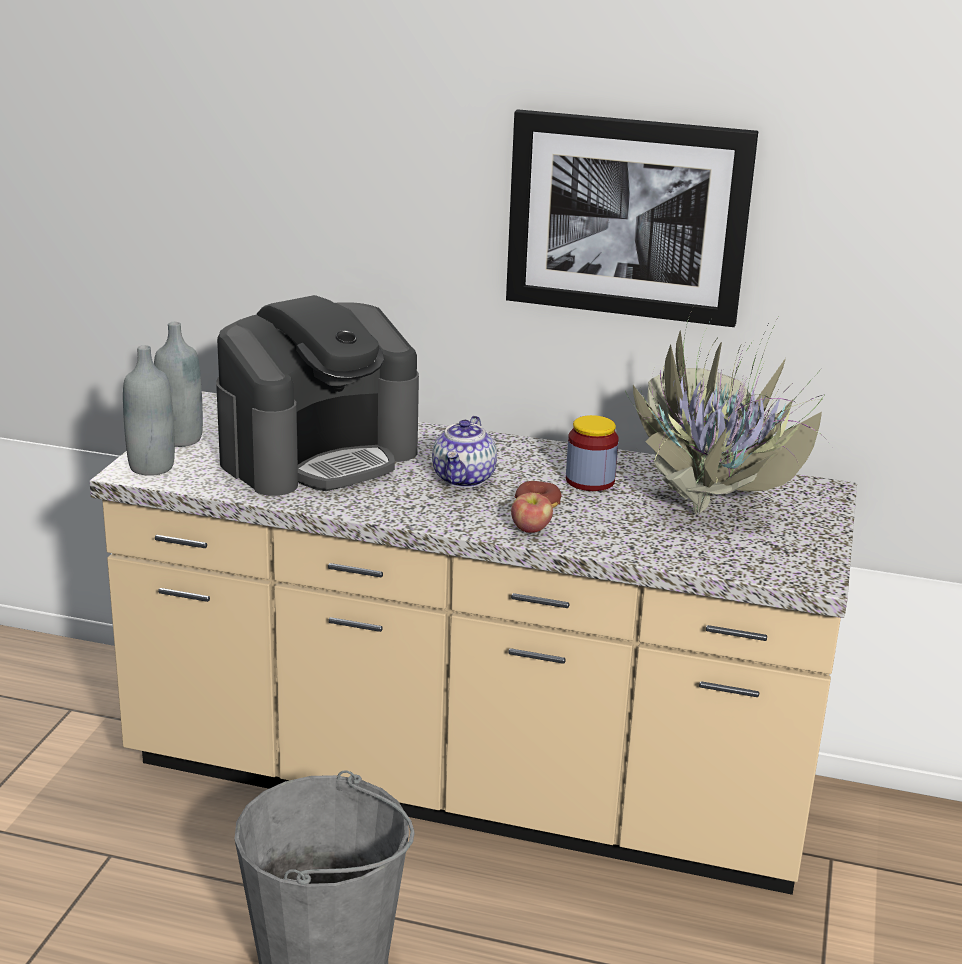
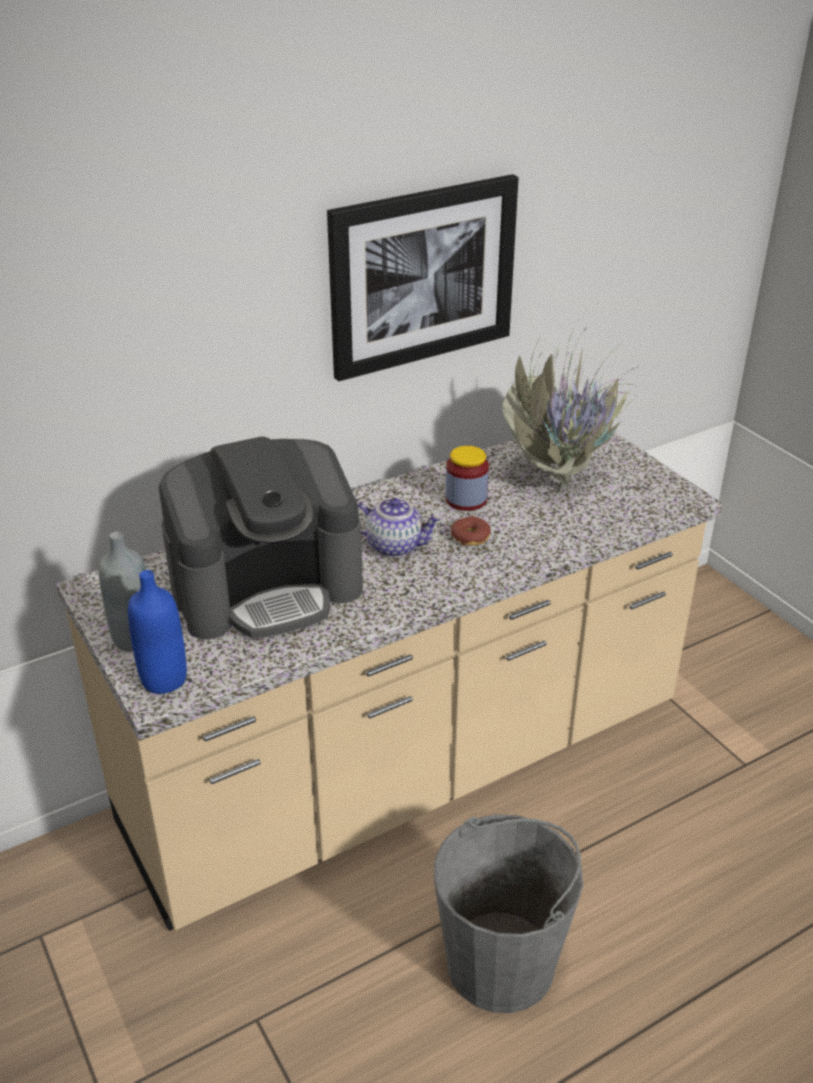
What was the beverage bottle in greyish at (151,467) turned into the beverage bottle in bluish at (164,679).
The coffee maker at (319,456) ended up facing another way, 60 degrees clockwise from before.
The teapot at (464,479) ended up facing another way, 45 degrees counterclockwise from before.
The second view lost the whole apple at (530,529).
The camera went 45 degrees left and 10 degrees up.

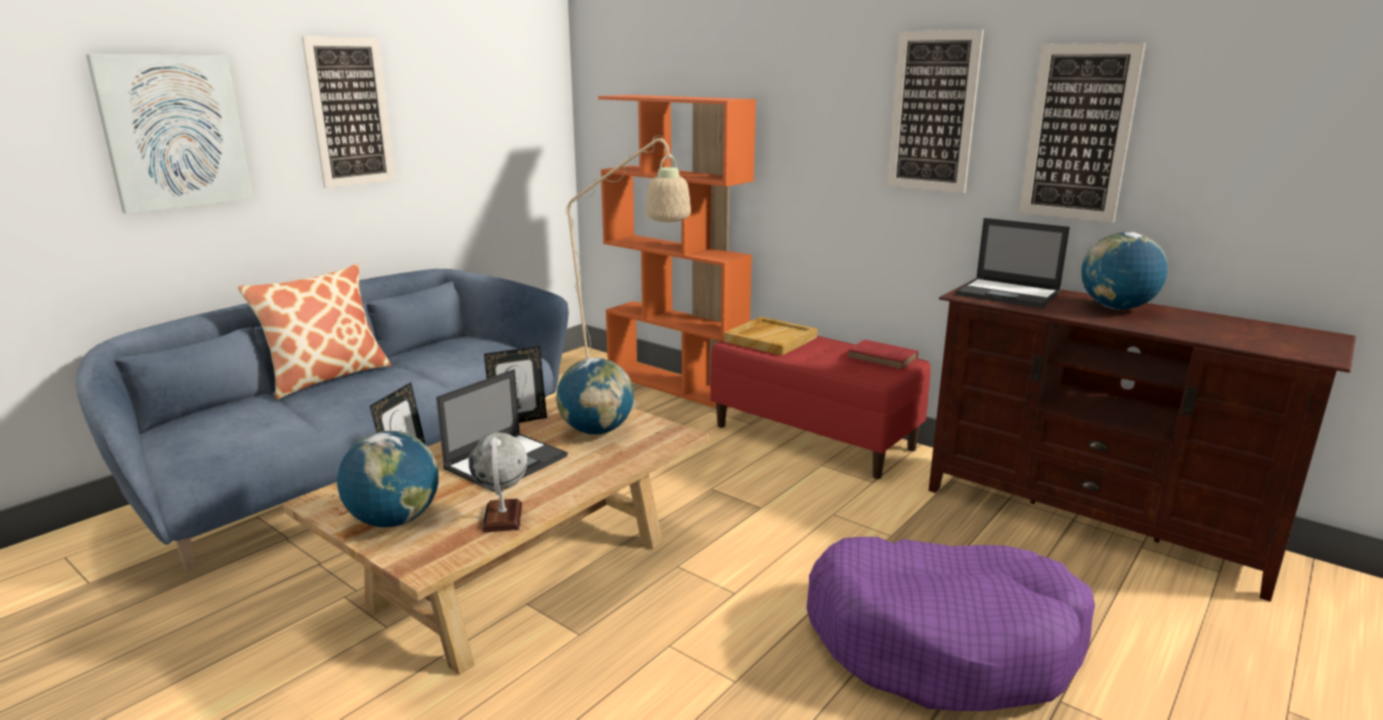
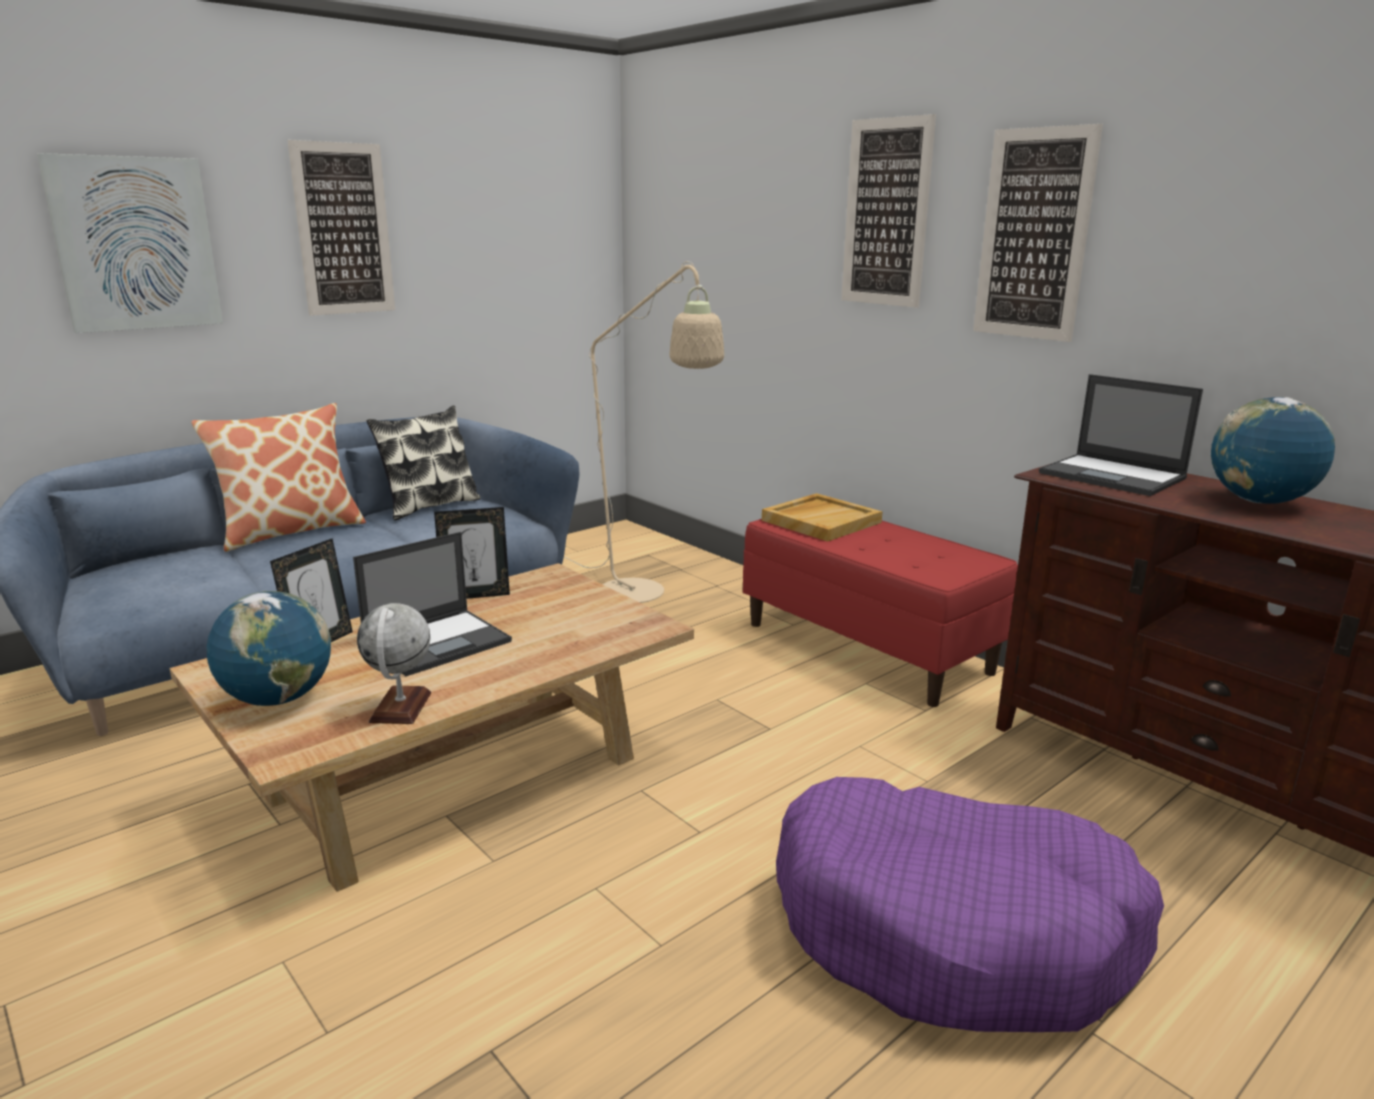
The second view lost the globe at (596,431).
The second view lost the shelving unit in orange-coloured at (676,385).
The second view lost the bound book in red at (883,359).
The picture ended up elsewhere, having gone from (1078,133) to (886,213).
The second view gained the pillow at (429,506).
The camera went 10 degrees right and 0 degrees up.

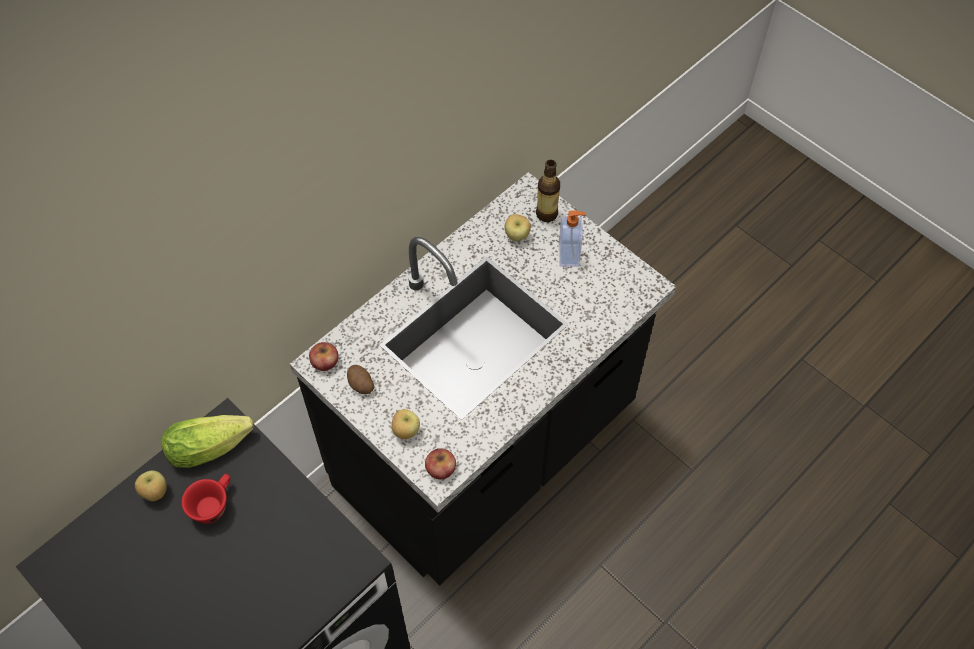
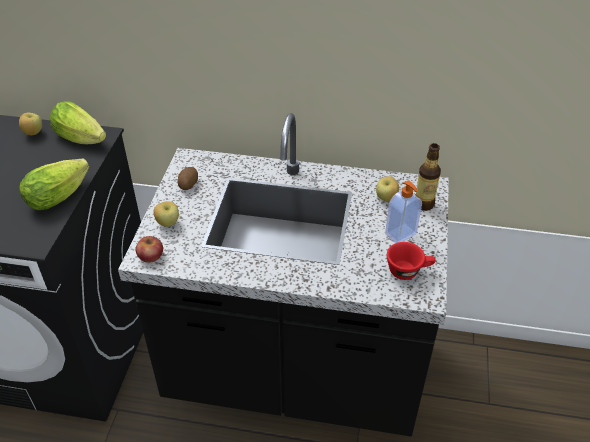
The cup in red ended up elsewhere, having gone from (213,504) to (408,270).
The second view lost the whole apple at (325,361).
The second view gained the head of lettuce at (61,194).
The camera went 55 degrees right and 15 degrees down.

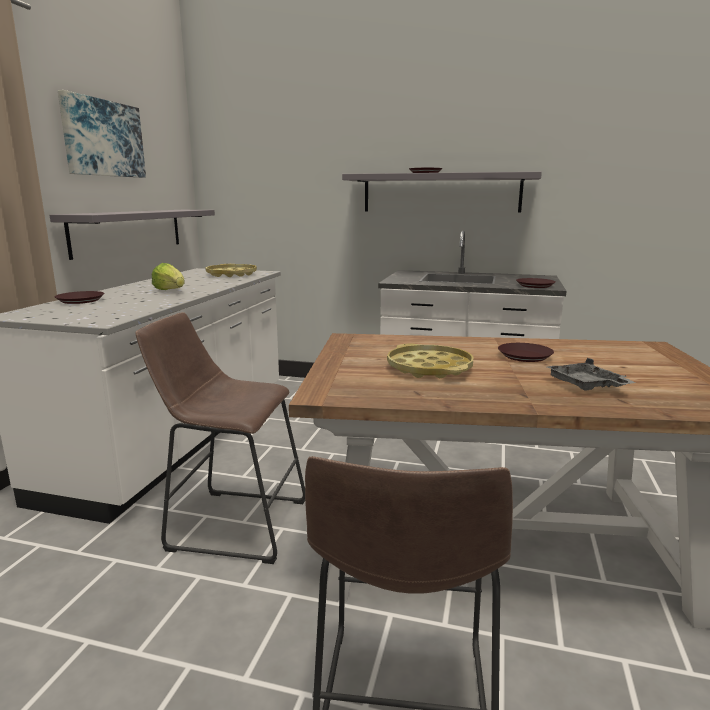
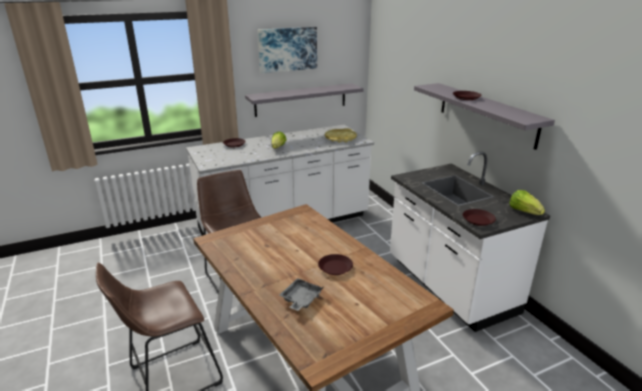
The second view lost the tray in yellow at (429,368).
The second view gained the head of lettuce at (524,211).
The camera went 50 degrees right and 10 degrees up.

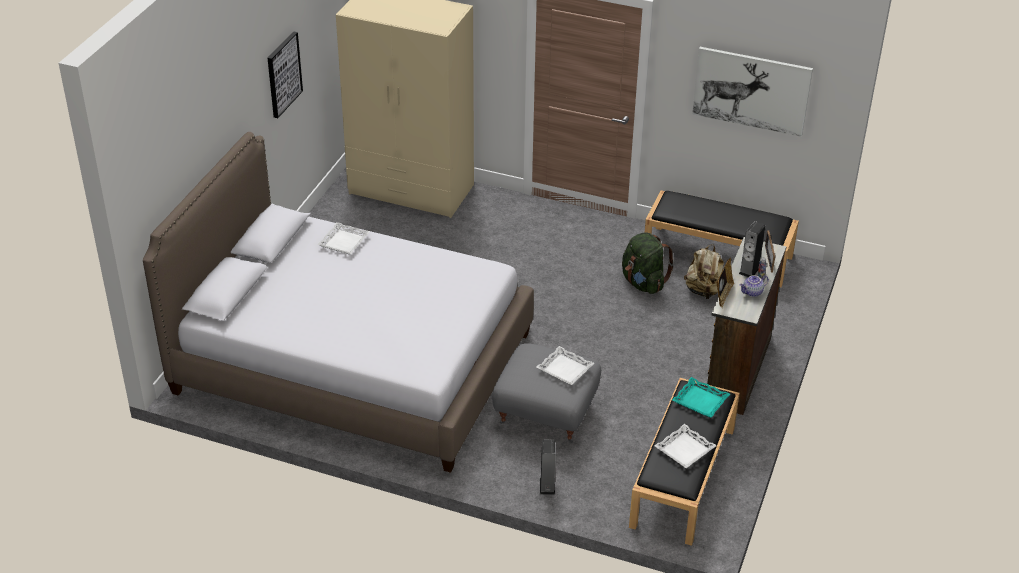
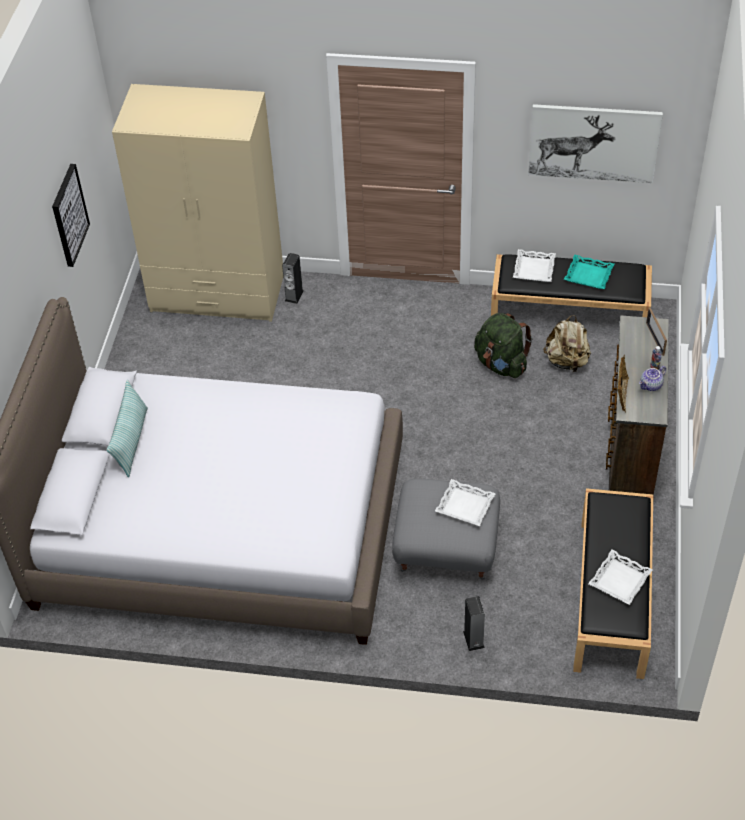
The tray in white ended up elsewhere, having gone from (343,242) to (533,269).
The tray in turquoise ended up elsewhere, having gone from (700,401) to (589,275).
The audio speaker ended up elsewhere, having gone from (749,270) to (294,295).
The second view gained the pillow at (131,441).
The camera went 10 degrees left and 10 degrees up.

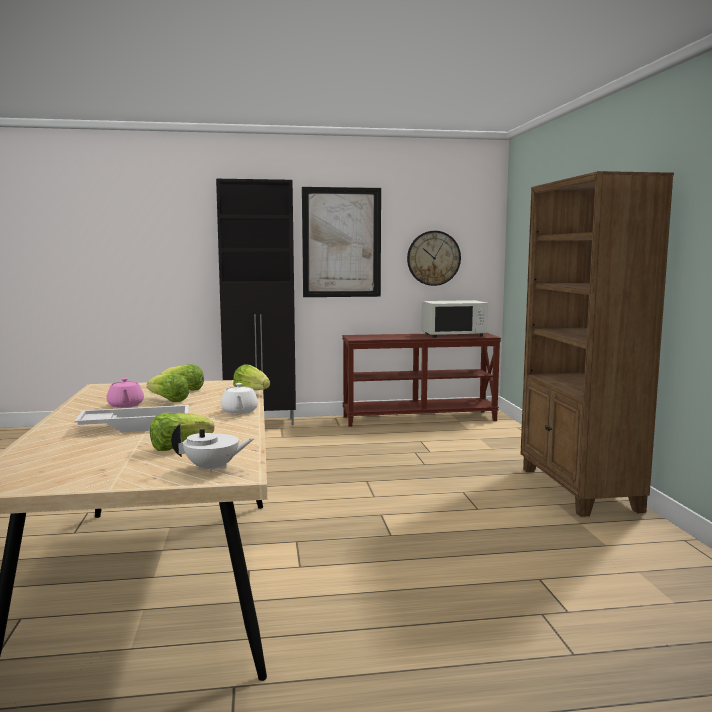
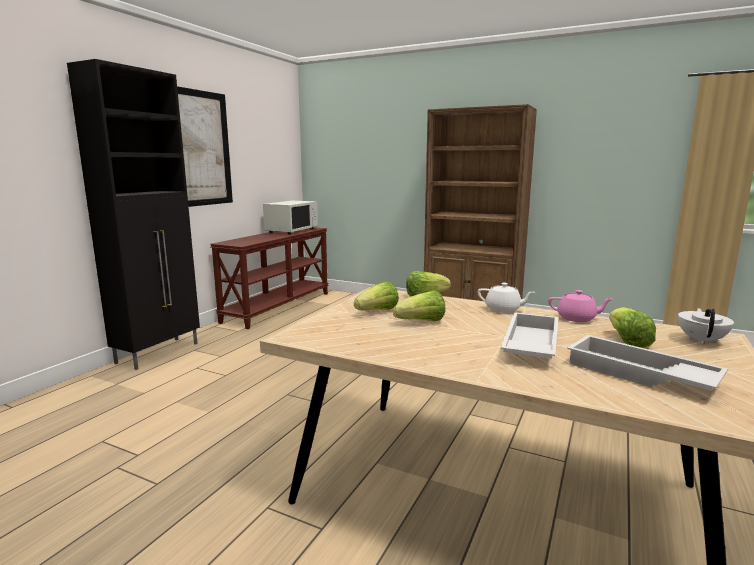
The teapot in pink ended up elsewhere, having gone from (125,405) to (577,318).
The second view lost the clock on the wall at (433,258).
The second view gained the tray in white at (638,374).
The camera went 55 degrees left and 5 degrees up.

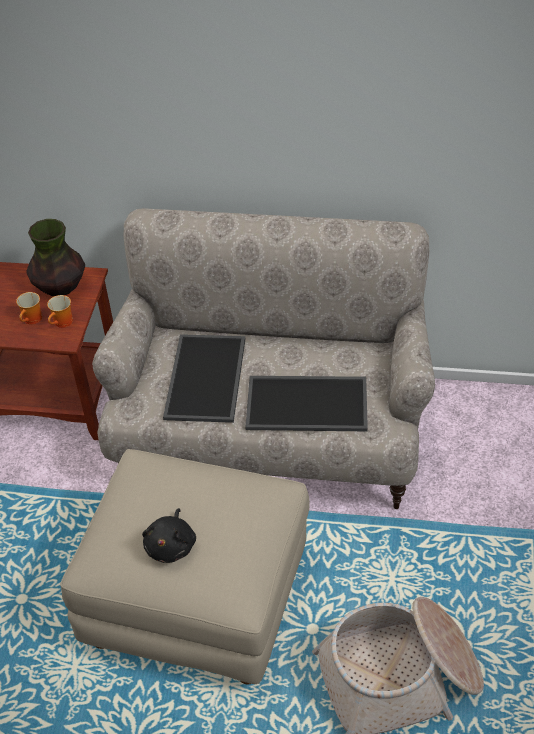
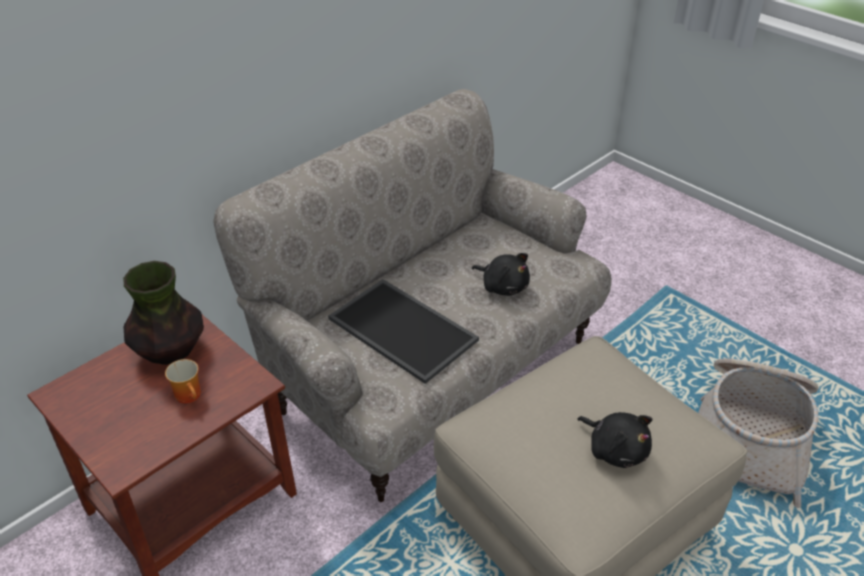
The second view lost the tea mug at (63,323).
Where the tray stood at (308,402), the plush toy in black came to stand at (503,286).
The camera went 55 degrees left and 5 degrees down.

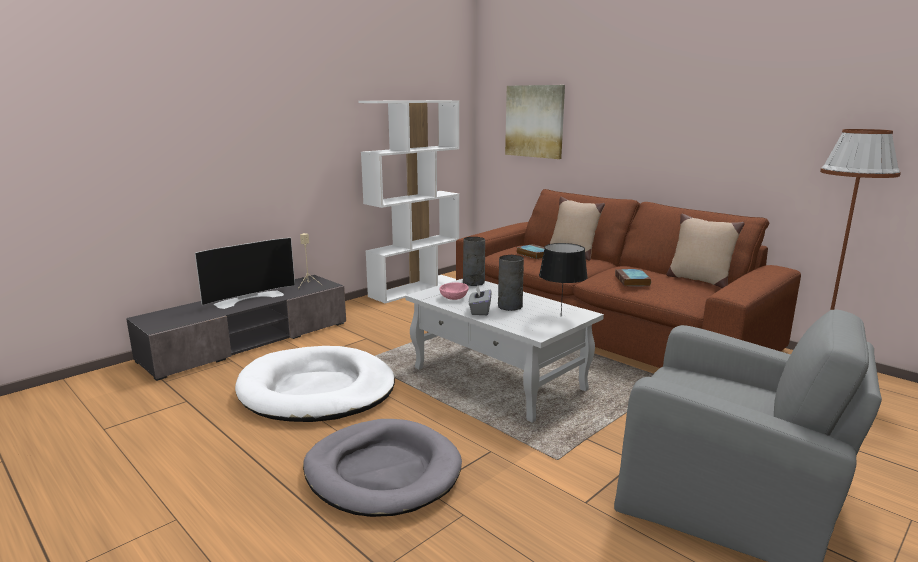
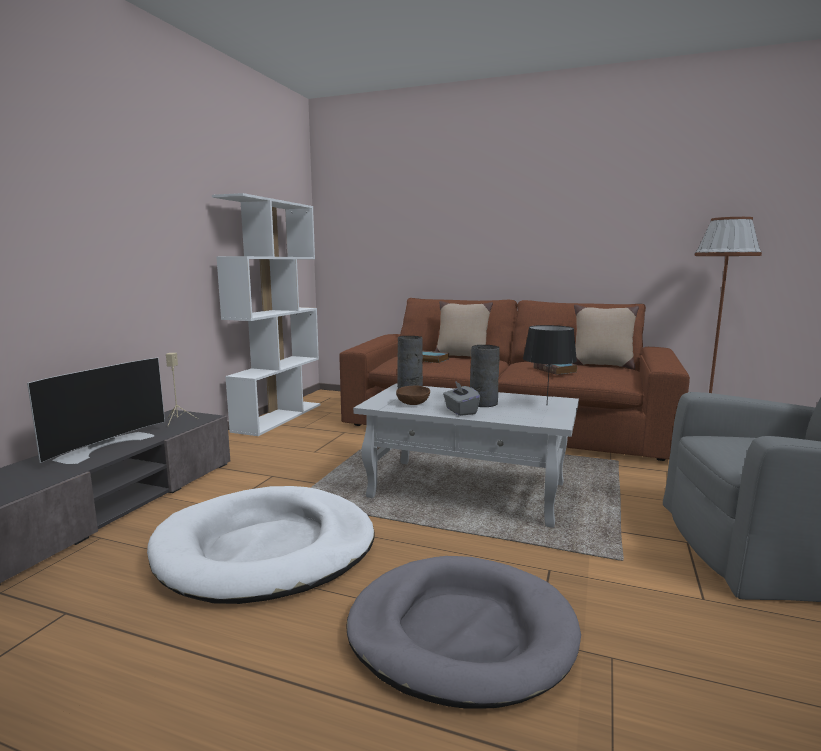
What was the serving bowl in pink at (454,298) turned into the serving bowl in brown-coloured at (413,404).
The second view lost the picture at (534,121).
The camera went 25 degrees left and 5 degrees down.

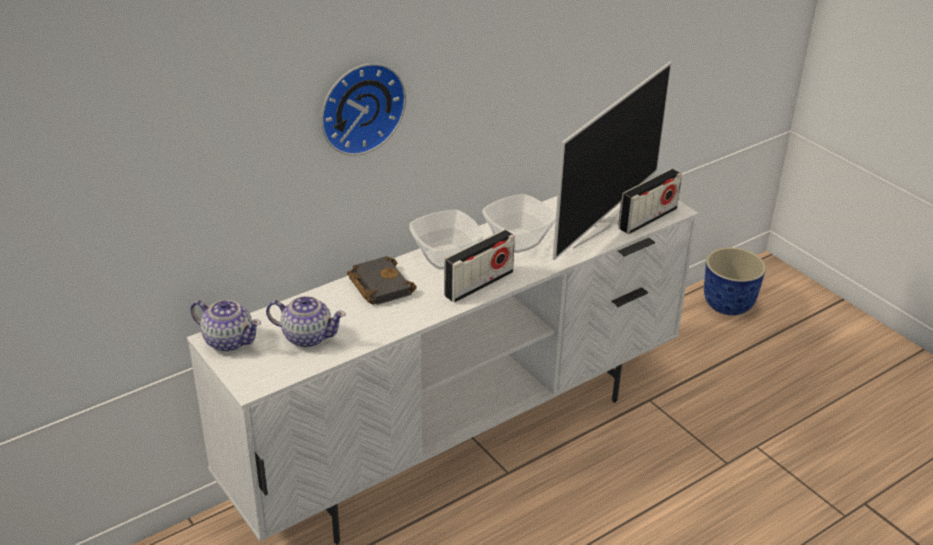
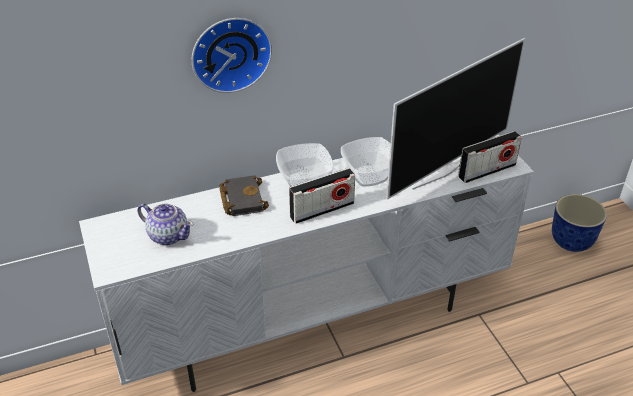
The second view lost the teapot at (228,340).
The camera went 15 degrees right and 5 degrees up.

